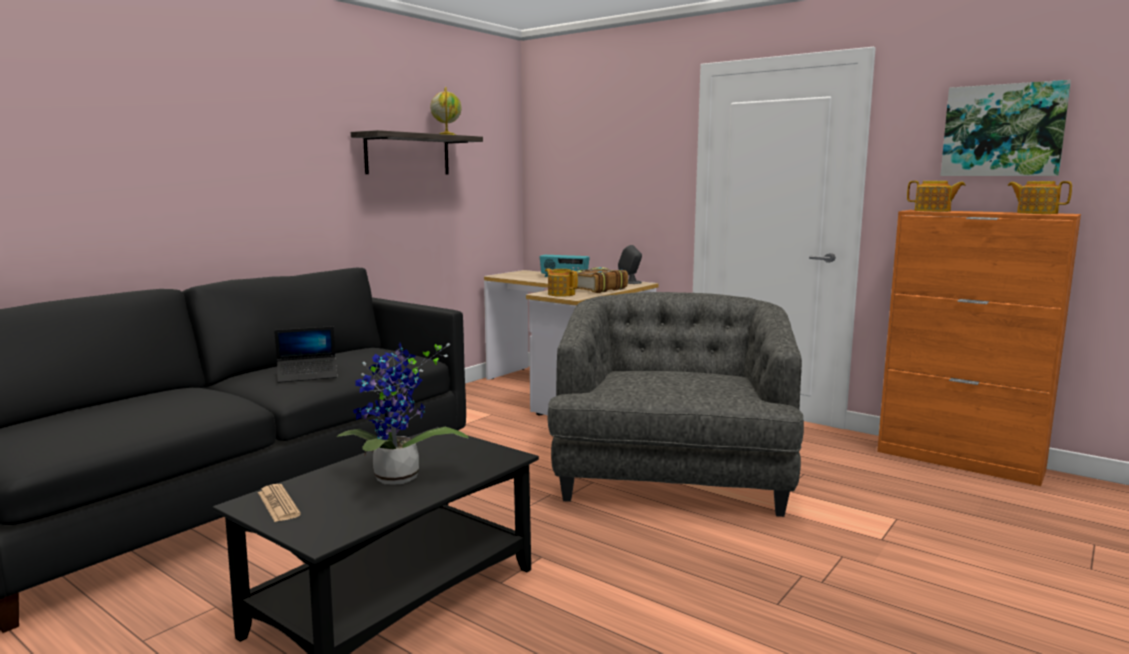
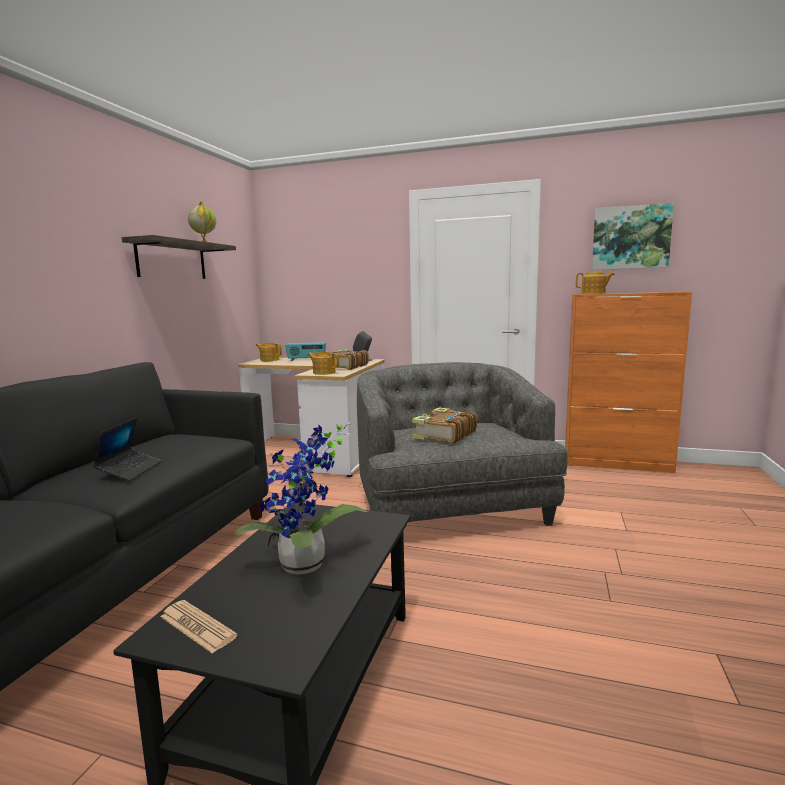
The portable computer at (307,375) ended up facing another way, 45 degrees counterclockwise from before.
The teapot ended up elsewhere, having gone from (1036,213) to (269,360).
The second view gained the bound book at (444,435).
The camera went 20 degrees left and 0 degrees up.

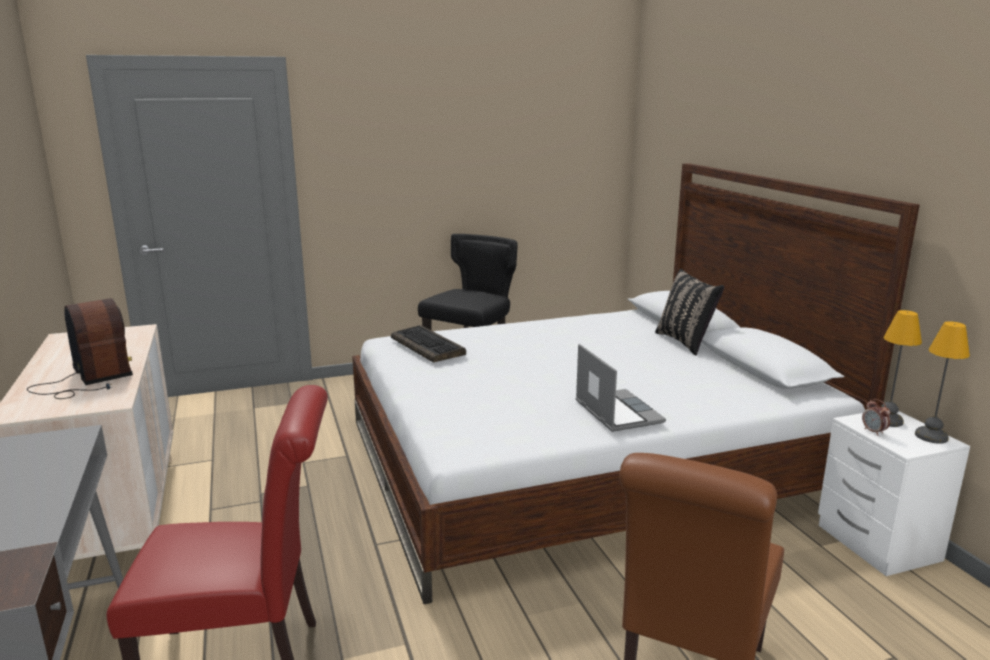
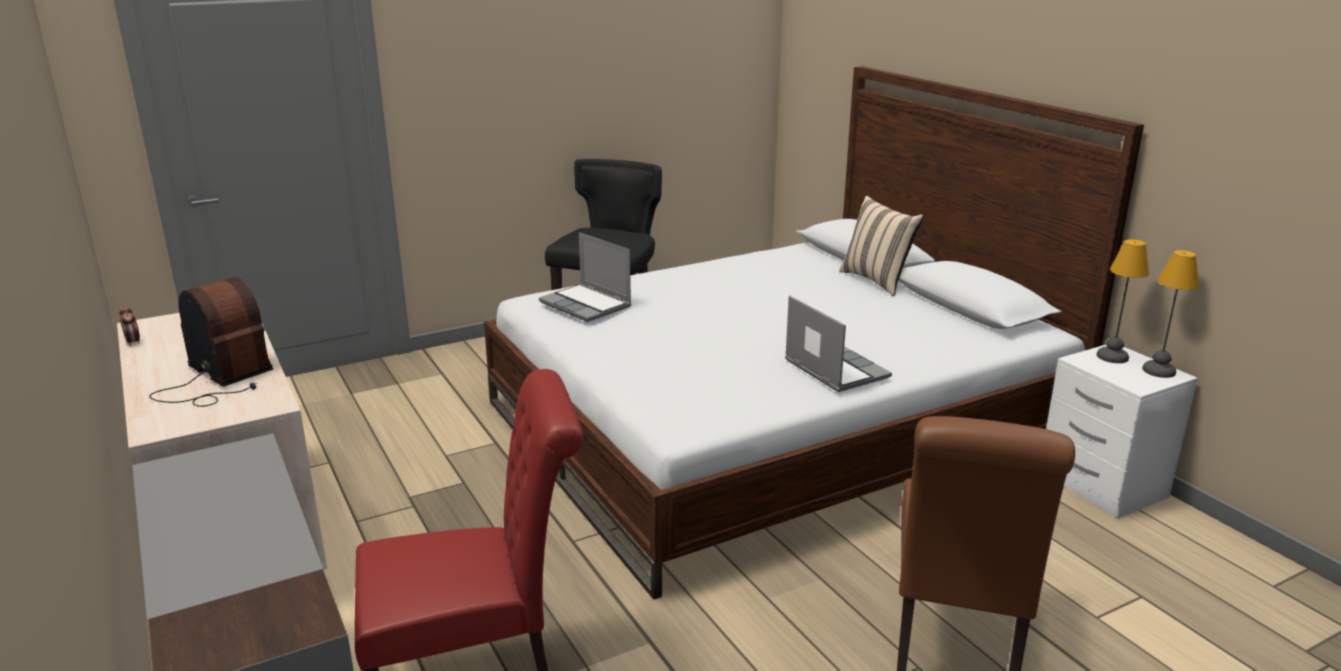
Where the computer keyboard stood at (428,346), the portable computer came to stand at (587,305).
What was the pillow in black at (686,342) turned into the pillow in beige-coloured at (877,280).
The bedside clock ended up elsewhere, having gone from (873,432) to (133,342).
The camera went 10 degrees left and 5 degrees up.

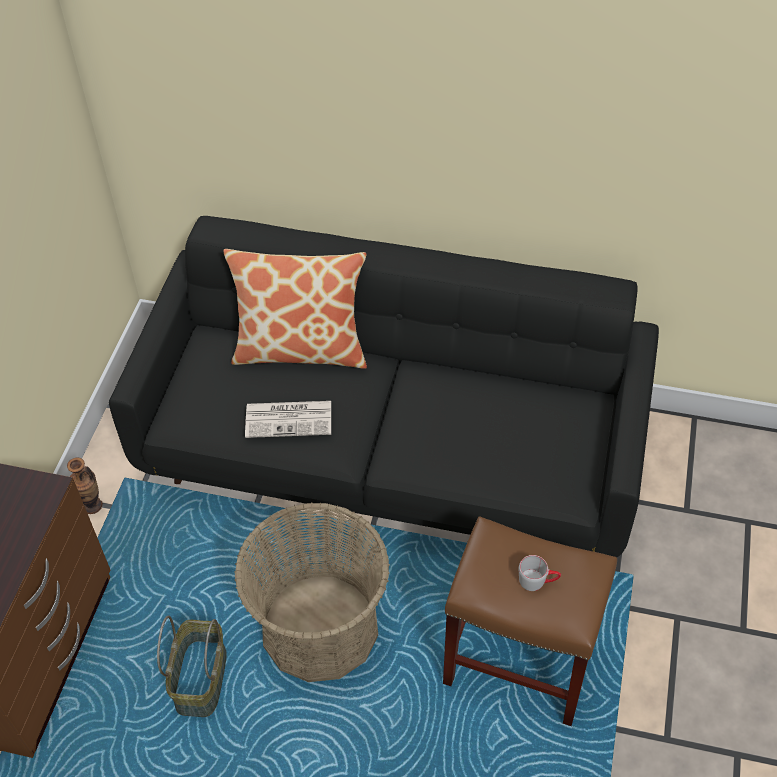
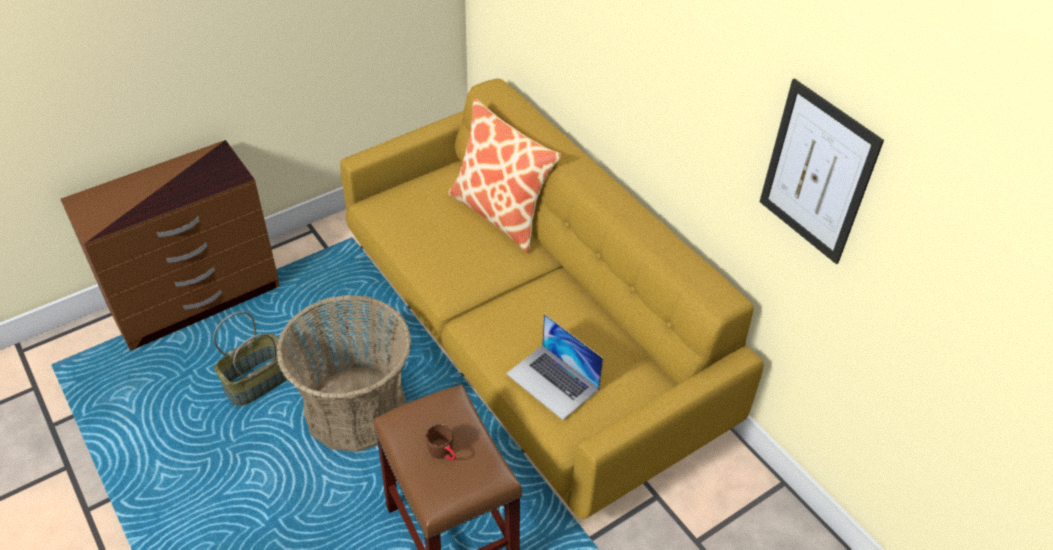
The second view lost the vase at (92,505).
What was the settee in black at (391,453) turned into the settee in yellow at (526,340).
The second view lost the daily paper at (290,419).
What was the tea mug in greyish at (538,581) turned into the tea mug in brown-coloured at (444,453).
The second view gained the portable computer at (553,381).
The second view gained the picture at (817,173).
The camera went 40 degrees right and 5 degrees down.

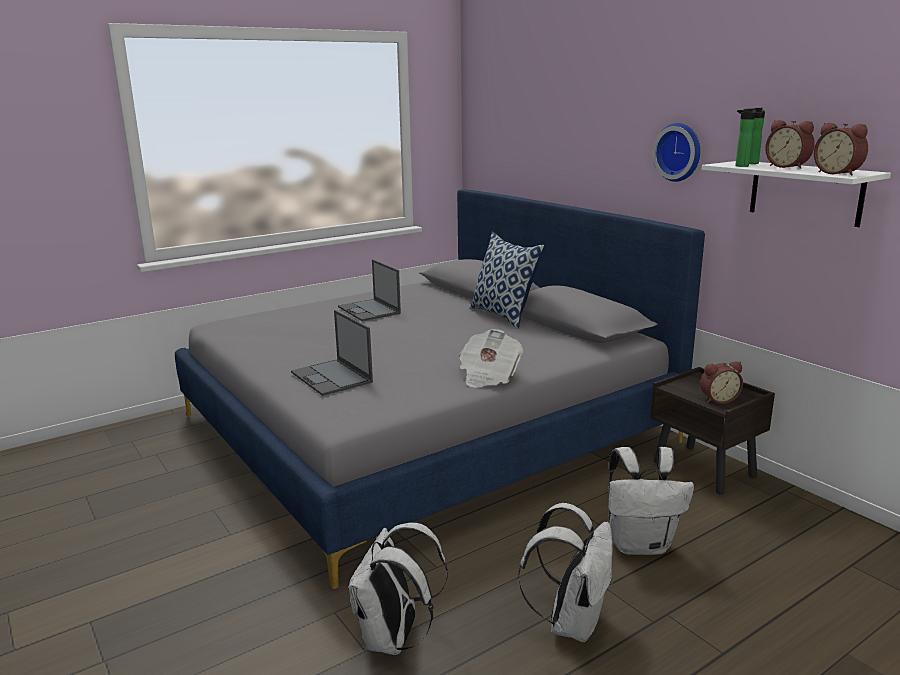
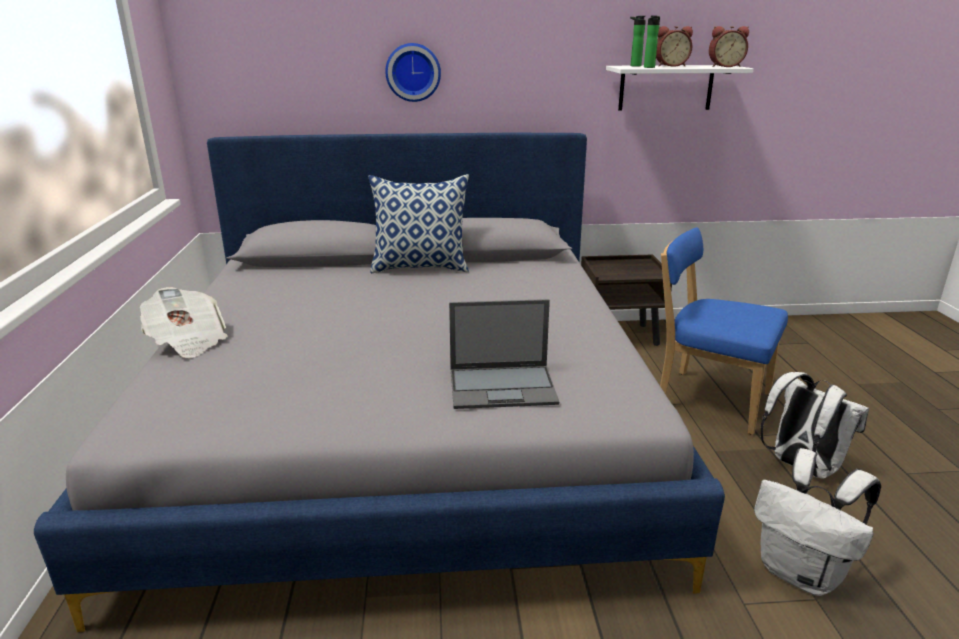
The second view lost the portable computer at (369,310).
The daily paper ended up elsewhere, having gone from (488,376) to (187,341).
Where the backpack in white stood at (640,544), the chair in bluish came to stand at (707,399).
The clock on the wall ended up elsewhere, having gone from (679,152) to (413,72).
The second view lost the bedside clock at (718,399).
The camera went 60 degrees left and 5 degrees up.

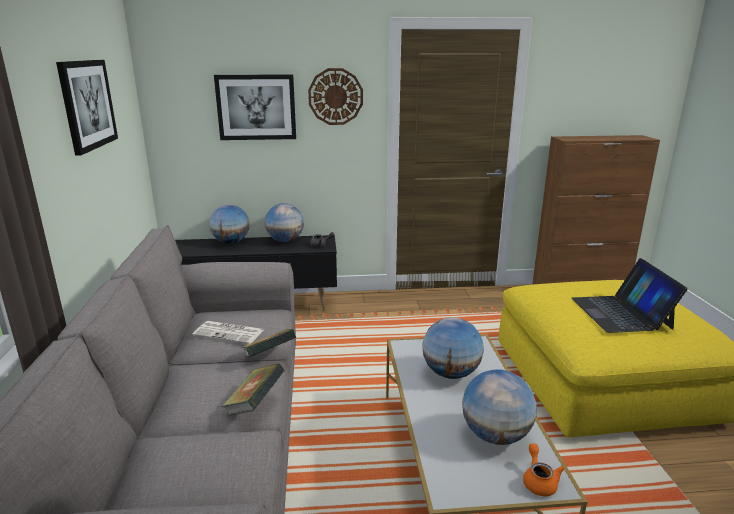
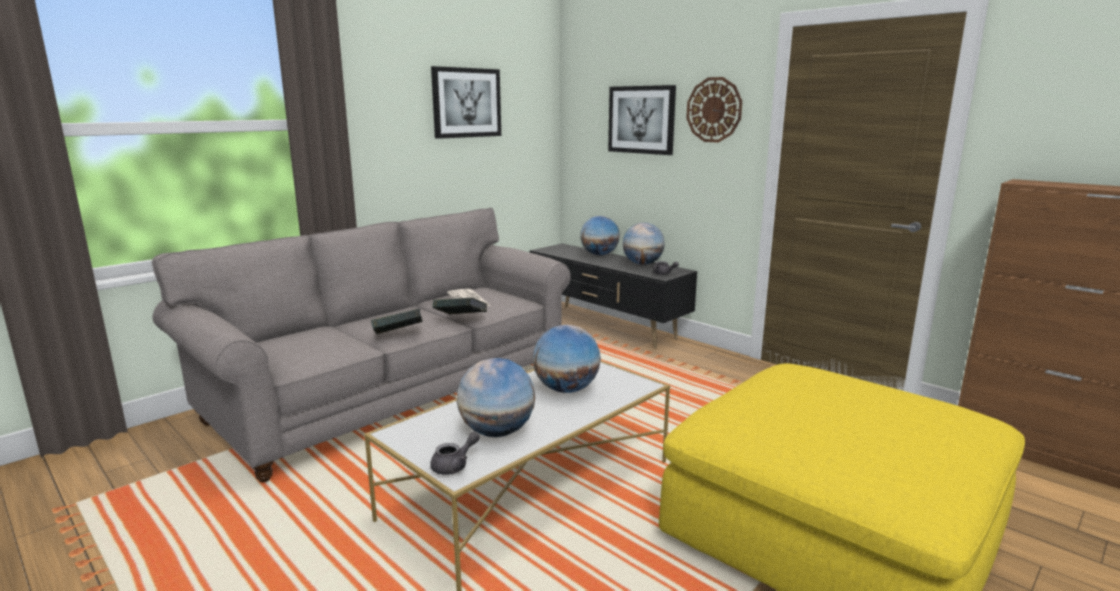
What was the teapot in orange-coloured at (539,481) turned into the teapot in greyish at (454,466).
The second view lost the portable computer at (621,313).
The camera went 50 degrees right and 5 degrees down.

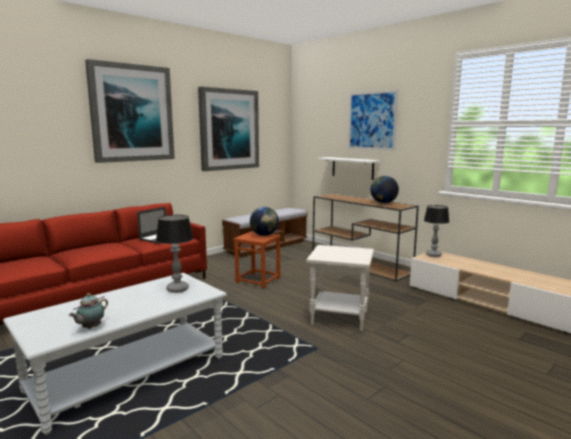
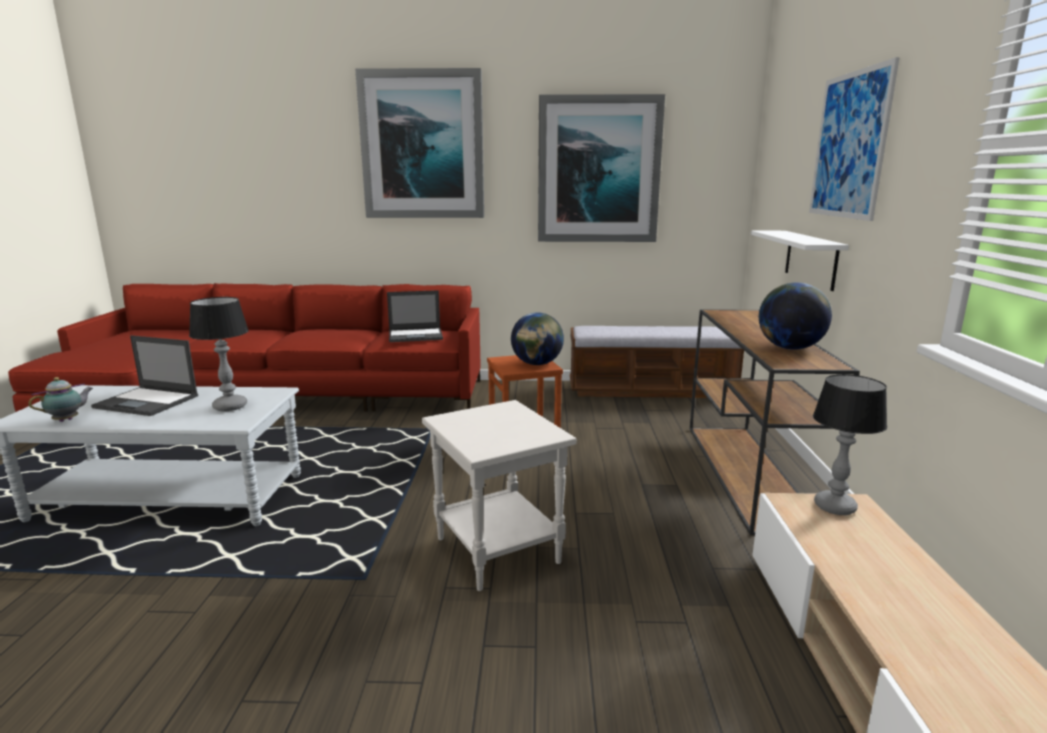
The teapot at (90,328) ended up facing another way, 150 degrees clockwise from before.
The second view gained the portable computer at (148,402).
The camera went 45 degrees right and 5 degrees up.

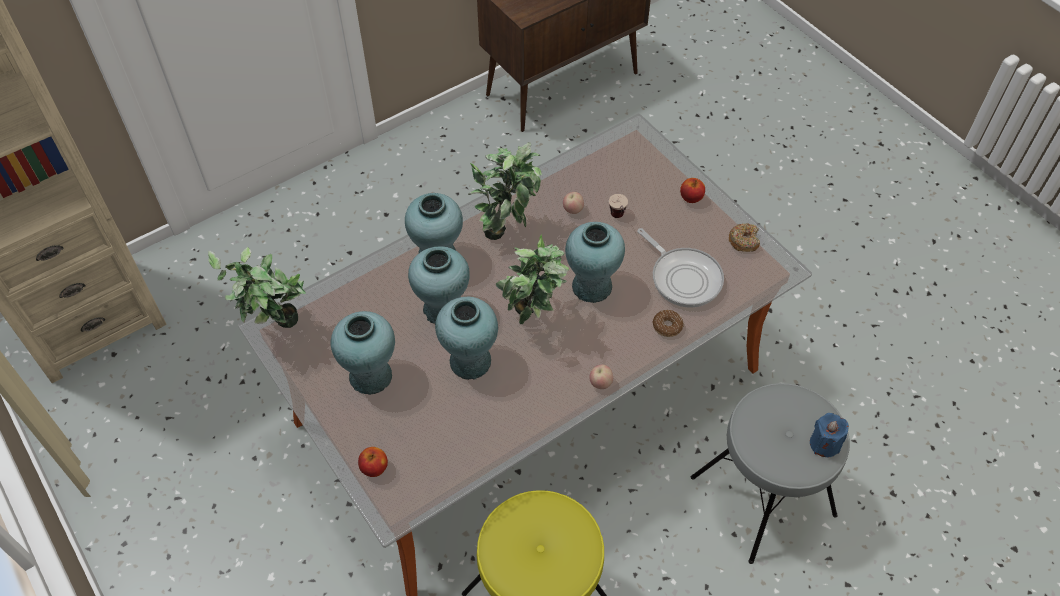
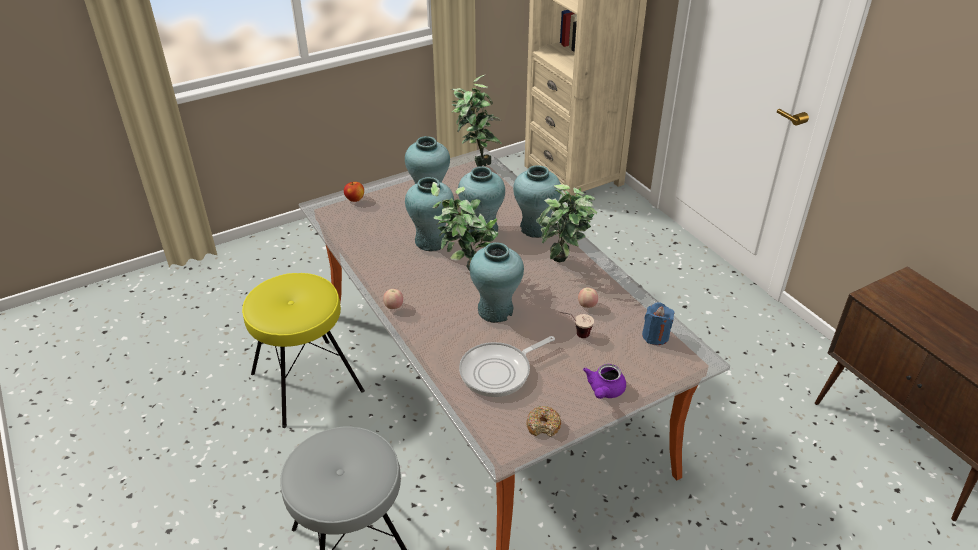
The second view lost the doughnut at (667,326).
Where the whole apple stood at (691,198), the teapot in purple came to stand at (604,391).
The candle in bluish ended up elsewhere, having gone from (824,444) to (655,336).
The camera went 95 degrees right and 15 degrees down.

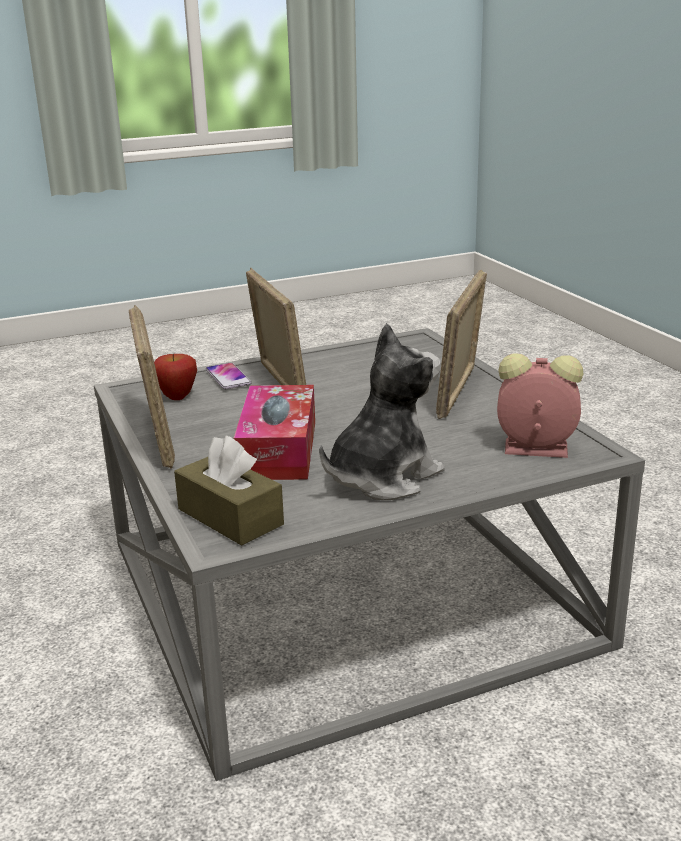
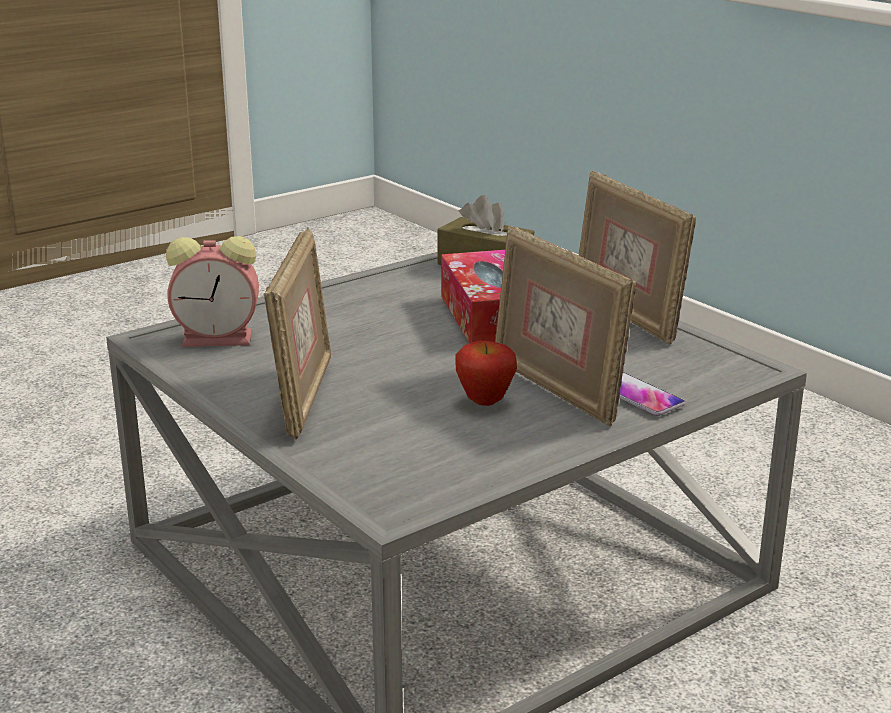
The whole apple ended up elsewhere, having gone from (177,397) to (485,402).
The second view lost the plush toy at (382,478).
The camera went 165 degrees right and 0 degrees up.

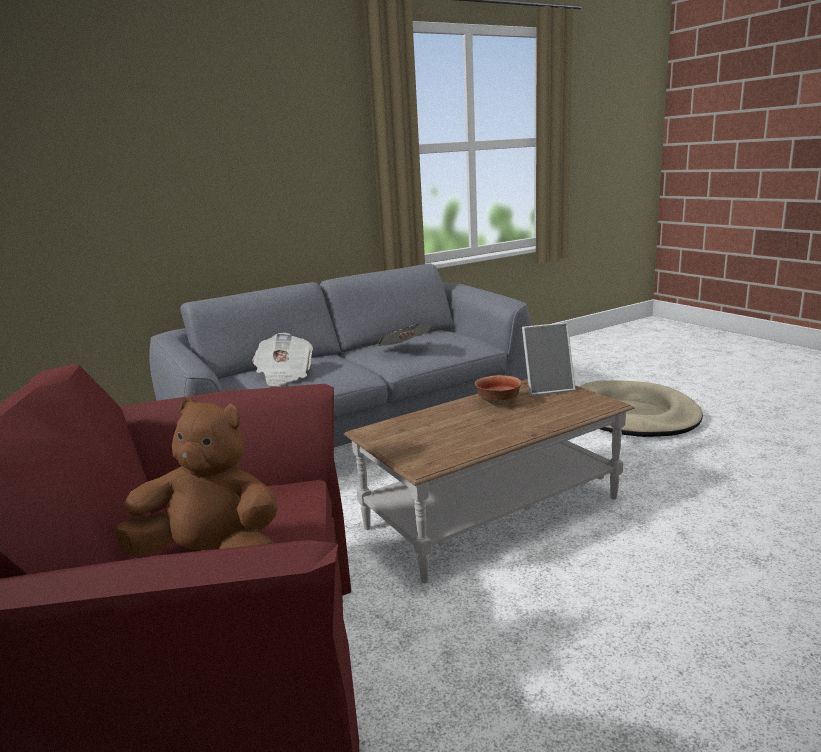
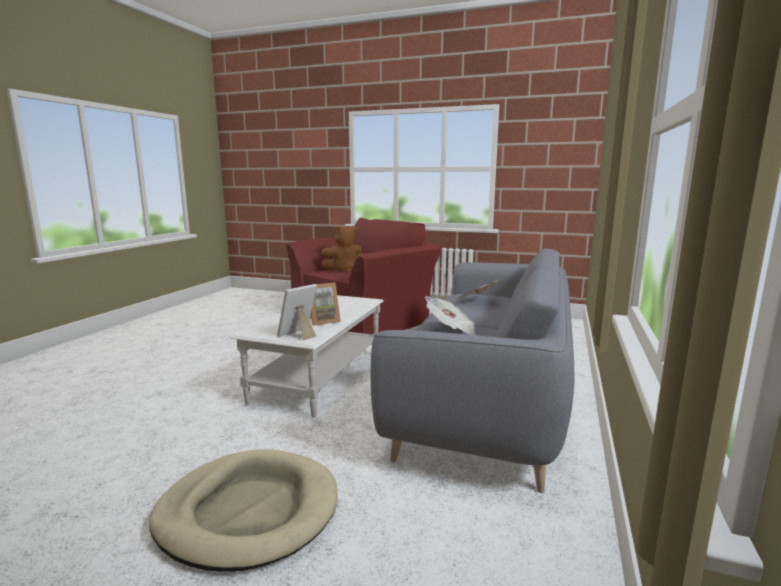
What was the coffee table in brown-coloured at (493,512) turned into the coffee table in white at (319,377).
Where the serving bowl stood at (497,403), the standing frame came to stand at (323,321).
The camera went 140 degrees right and 5 degrees down.

